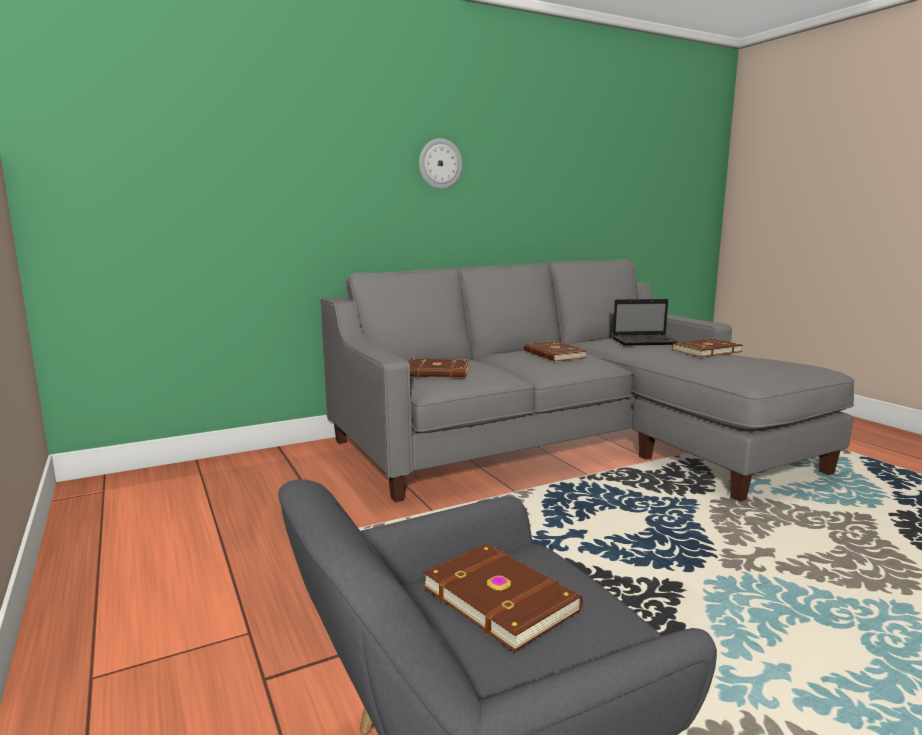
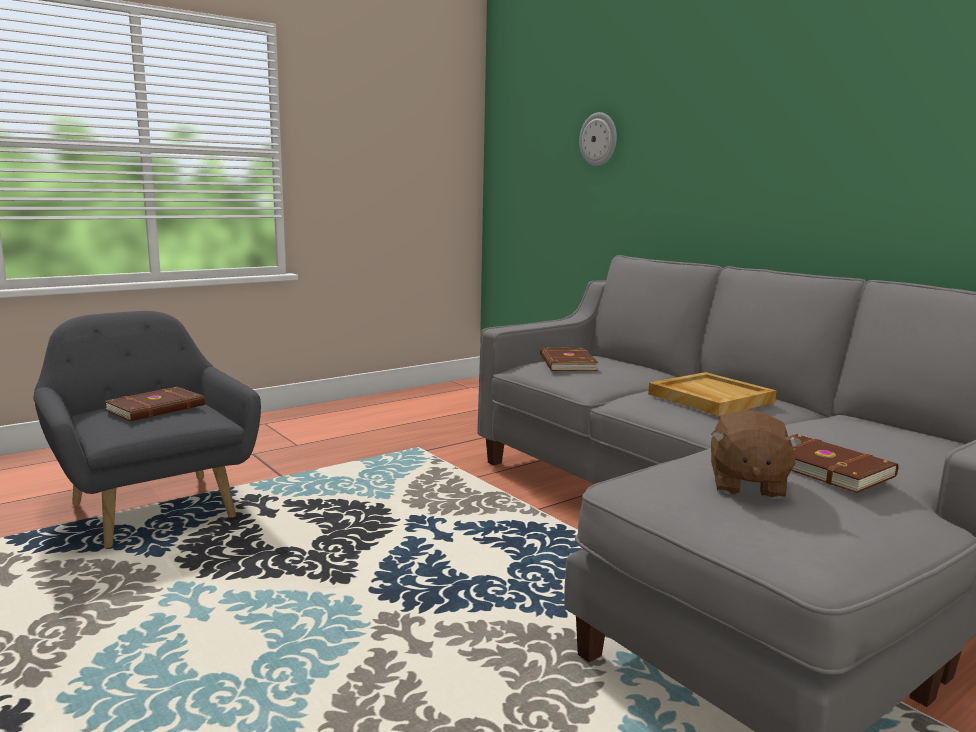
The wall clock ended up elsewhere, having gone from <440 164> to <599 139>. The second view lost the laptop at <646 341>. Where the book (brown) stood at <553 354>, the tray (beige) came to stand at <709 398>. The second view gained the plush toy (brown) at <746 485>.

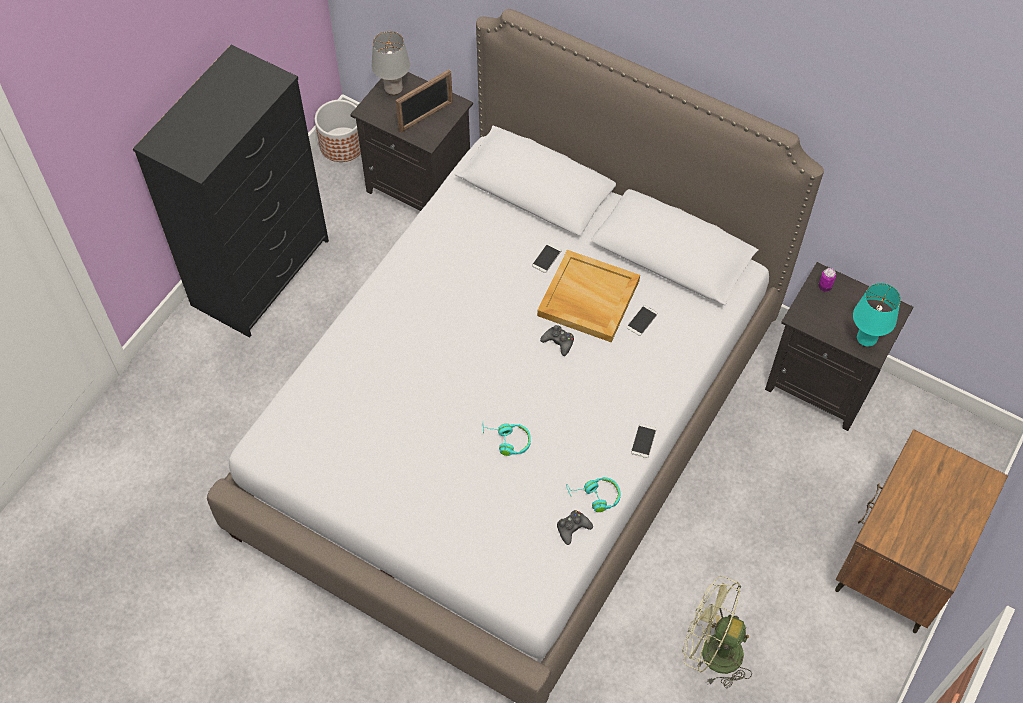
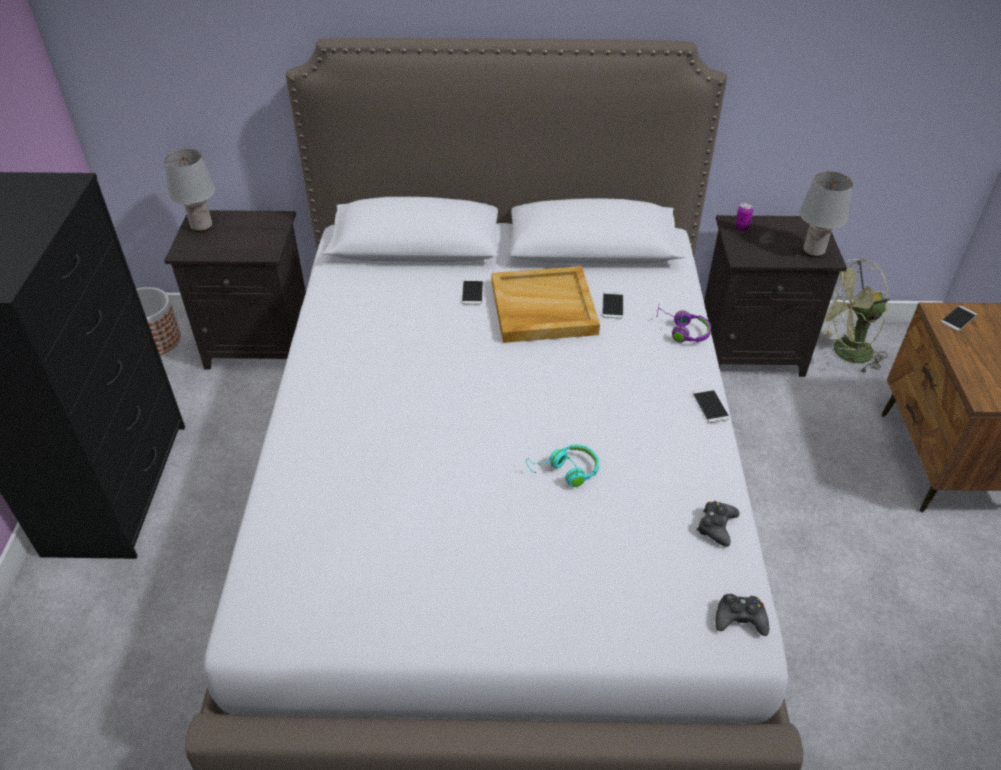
The second view lost the picture frame at <426 116>. What was the table lamp (turquoise) at <866 339> turned into the table lamp (grey) at <813 252>. The game controller (black) ended up elsewhere, having gone from <558 342> to <740 619>. The second view lost the headphones (turquoise) at <595 497>. The fan (green) ended up elsewhere, having gone from <712 651> to <844 353>. The second view gained the headphones (purple) at <681 330>. The second view gained the phone at <958 319>.

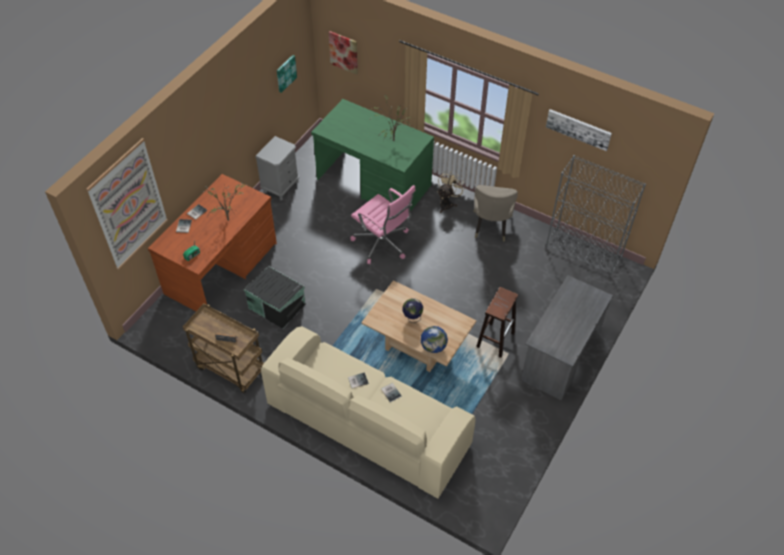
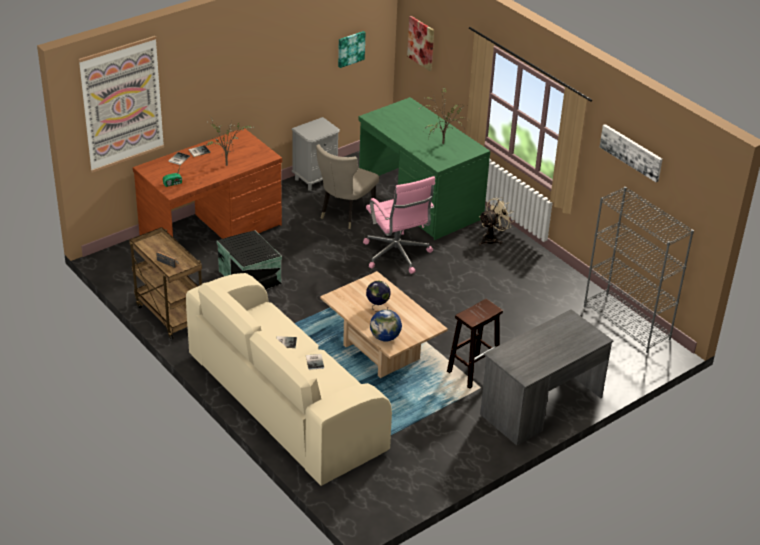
The chair (beige) ended up elsewhere, having gone from <491 227> to <344 214>.

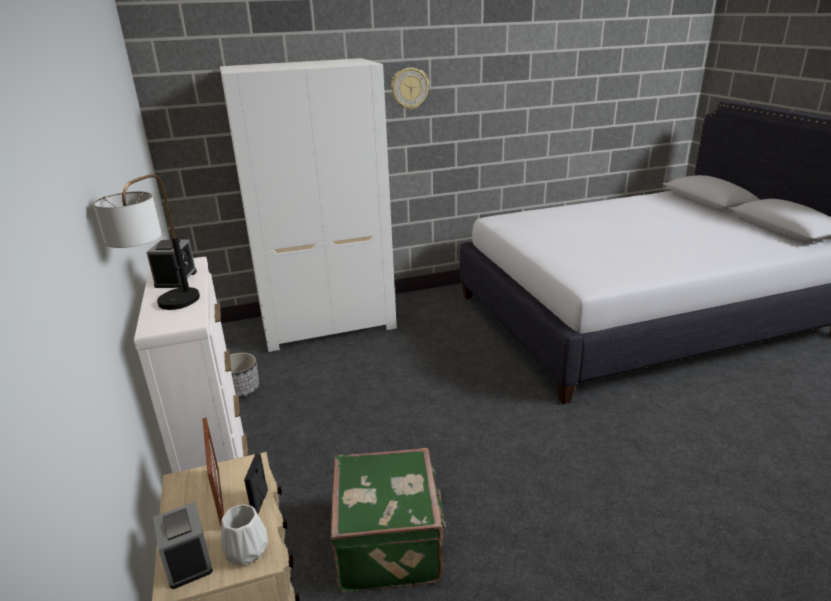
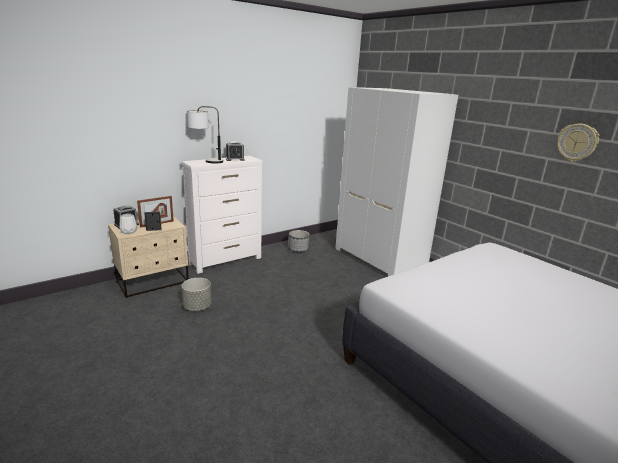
The wall clock ended up elsewhere, having gone from <409 88> to <577 142>. Where the suitcase (green) stood at <390 543>, the planter (grey) came to stand at <197 307>.

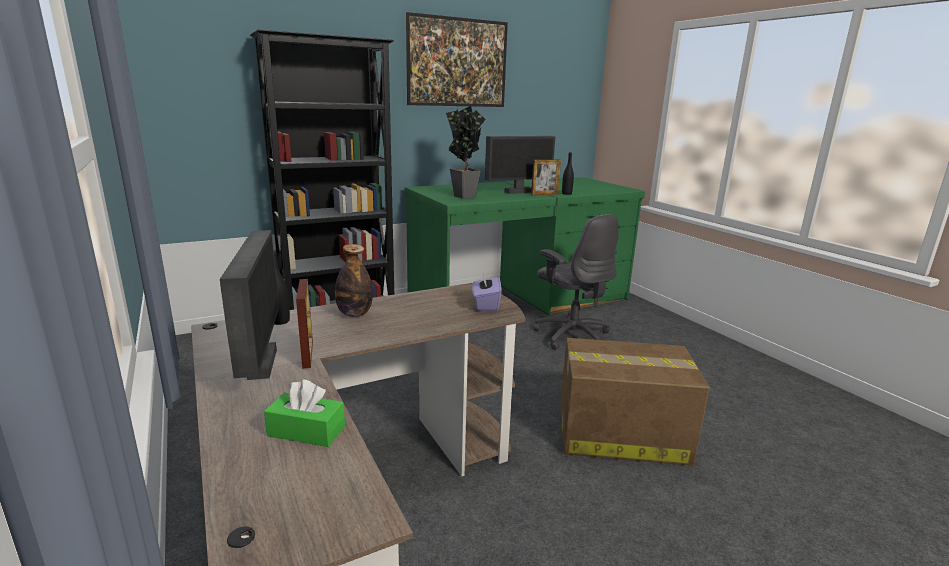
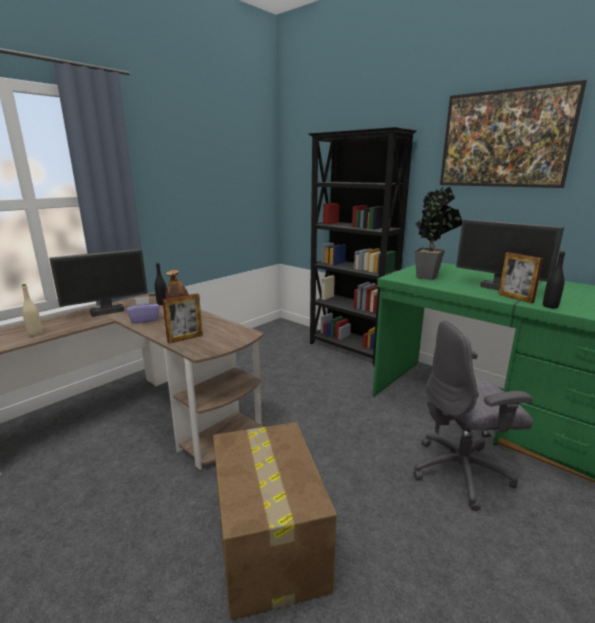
The office chair (grey) at <572 335> ended up facing another way, 45 degrees clockwise from before. The tissue box (purple) ended up elsewhere, having gone from <485 305> to <144 320>. The picture frame ended up elsewhere, having gone from <307 355> to <185 338>. Where the tissue box (green) stood at <306 431>, the bottle (beige) came to stand at <35 333>.

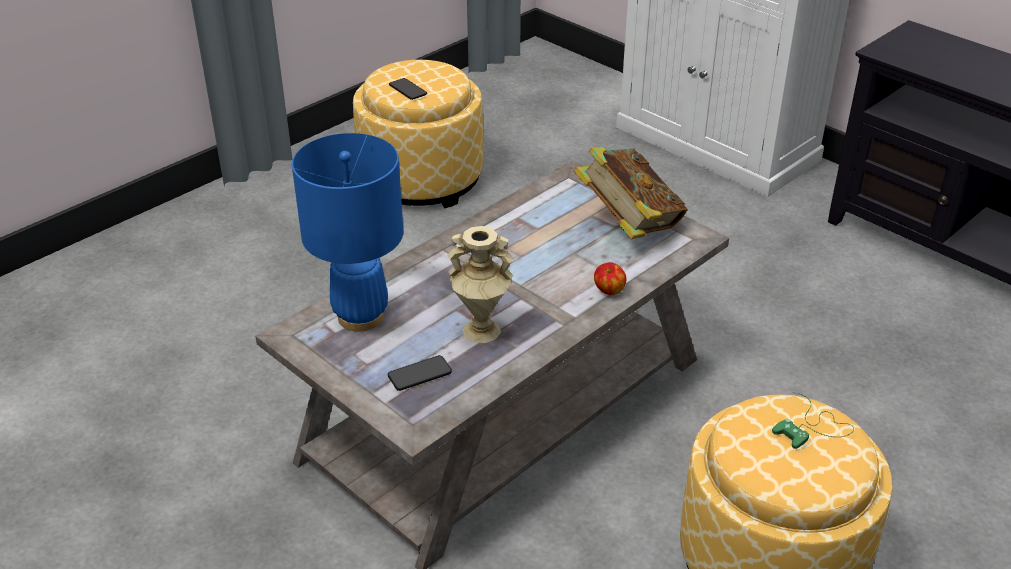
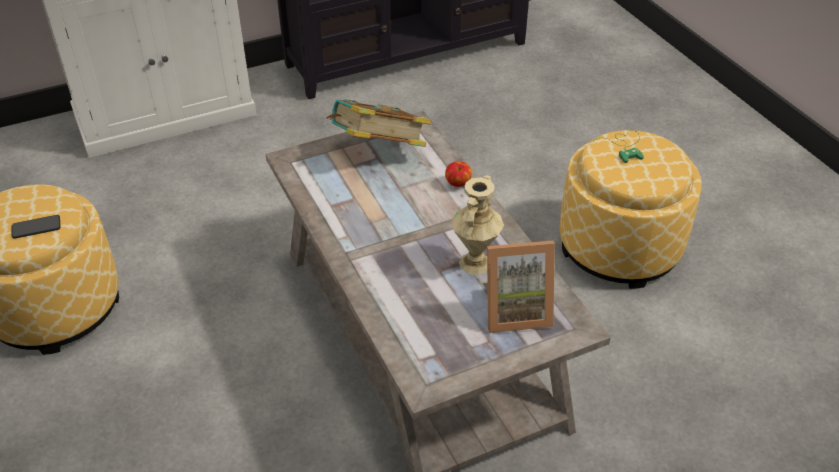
The second view lost the table lamp (blue) at <360 317>. Where the phone stood at <419 374>, the picture frame came to stand at <515 311>.

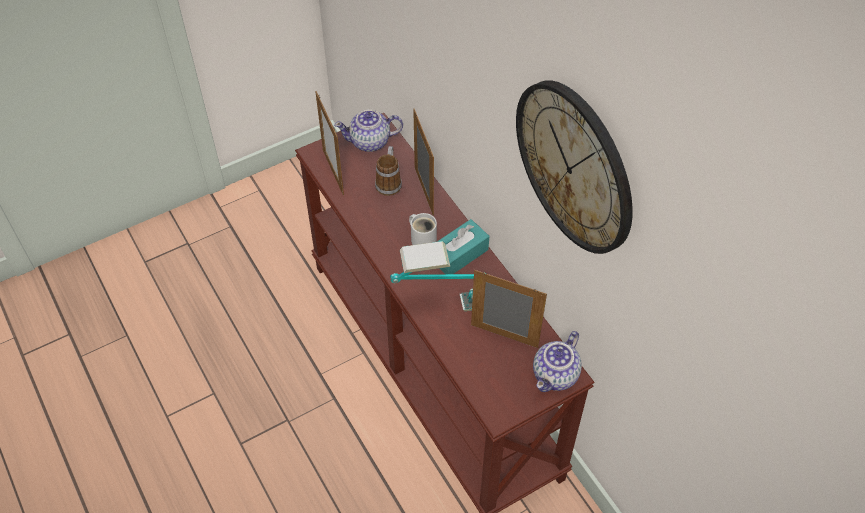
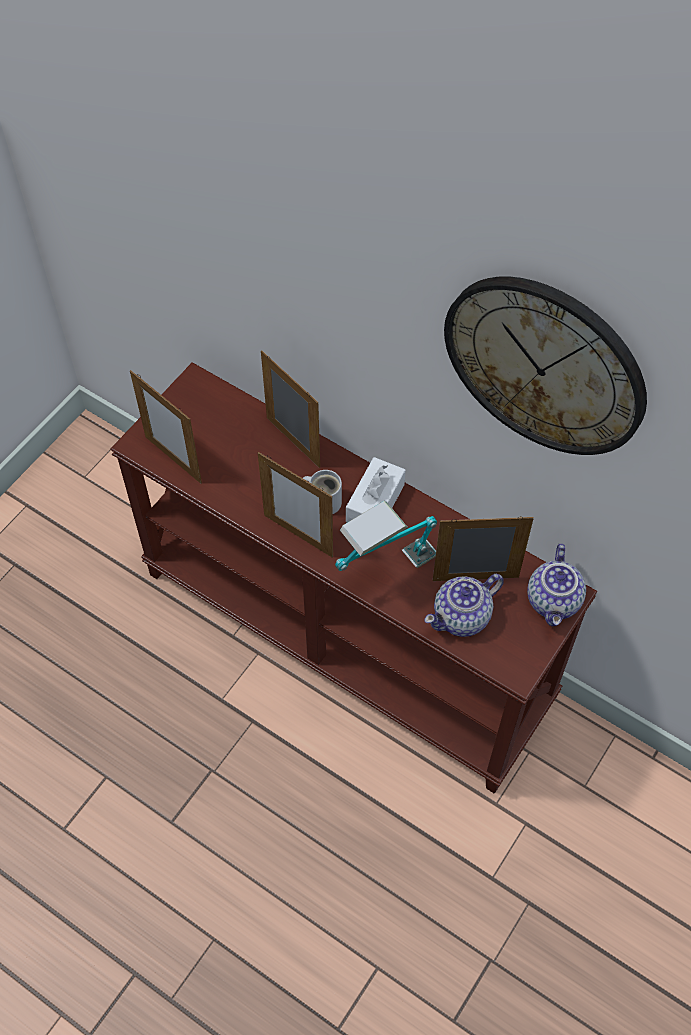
The teapot ended up elsewhere, having gone from <370 142> to <462 616>. The second view lost the mug at <389 182>. What was the tissue box (turquoise) at <459 254> turned into the tissue box (white) at <375 503>. The second view gained the picture frame at <298 535>.

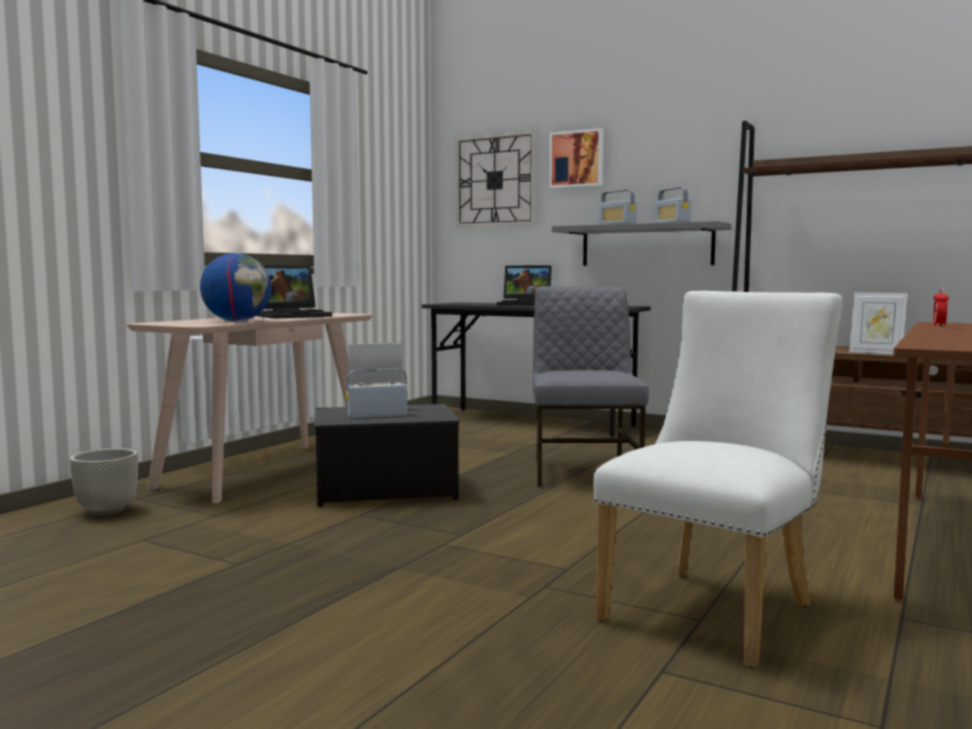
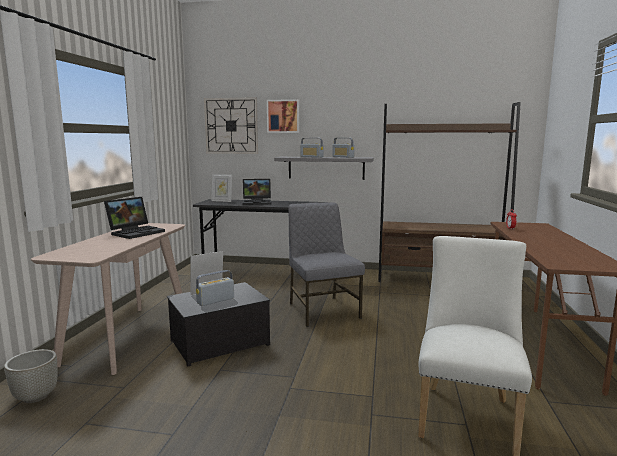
The second view lost the globe at <237 321>. The picture frame ended up elsewhere, having gone from <876 353> to <222 201>.

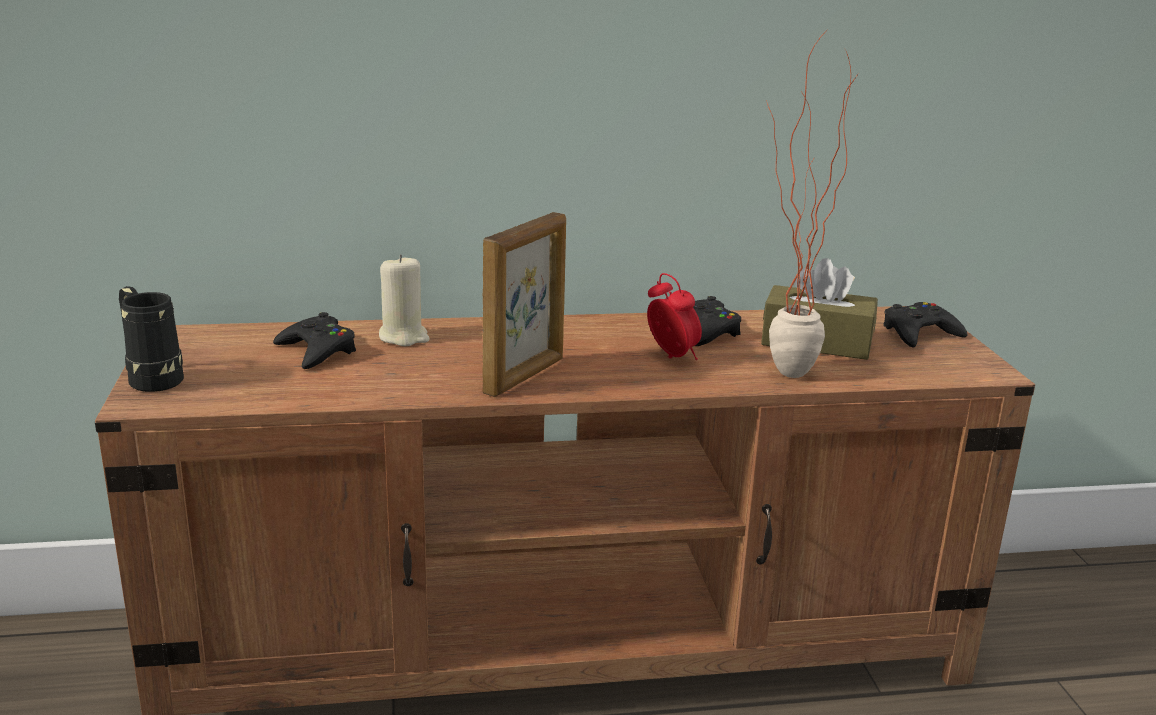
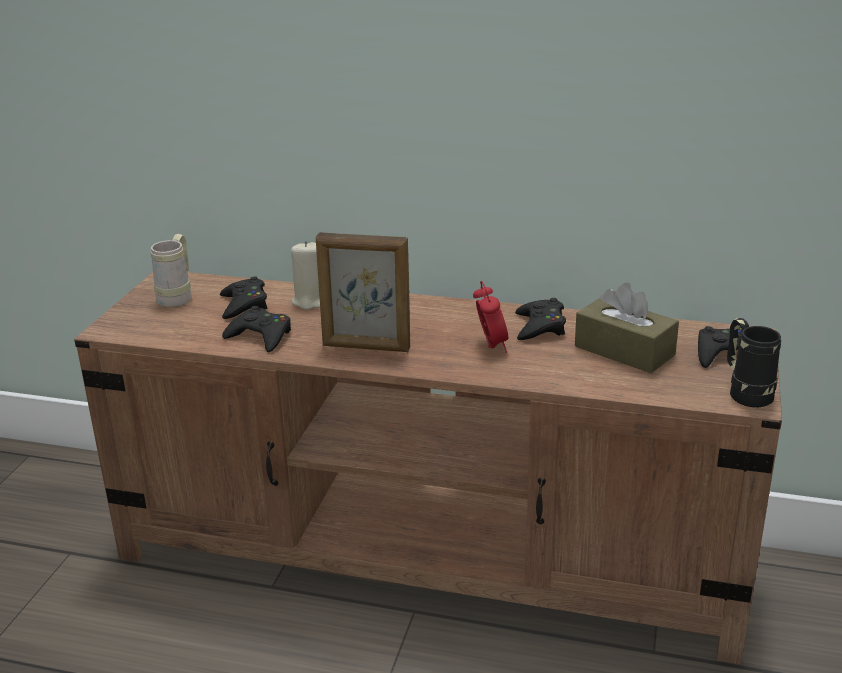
The second view lost the potted plant at <779 377>. The picture frame at <525 376> ended up facing another way, 45 degrees clockwise from before. The mug (black) ended up elsewhere, having gone from <151 378> to <746 392>. The second view gained the mug (beige) at <178 296>. The second view gained the game controller (black) at <261 336>.

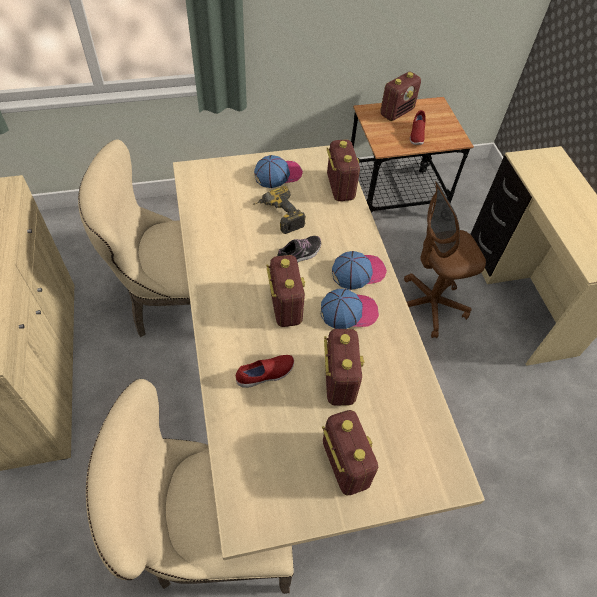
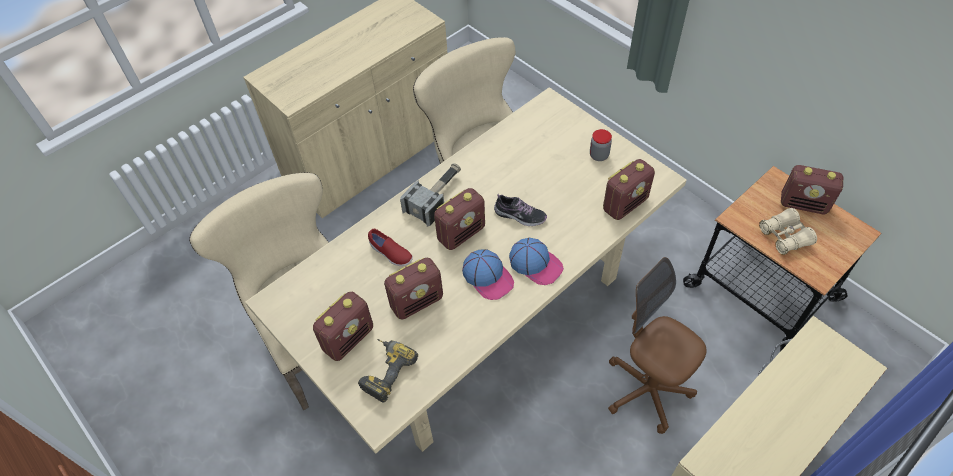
Where the shoe (red) stood at <416 135>, the binoculars (beige) came to stand at <785 236>. Where the cap stood at <278 174>, the jar came to stand at <599 155>. The power drill ended up elsewhere, having gone from <278 216> to <384 370>. The second view gained the hammer at <436 196>.

